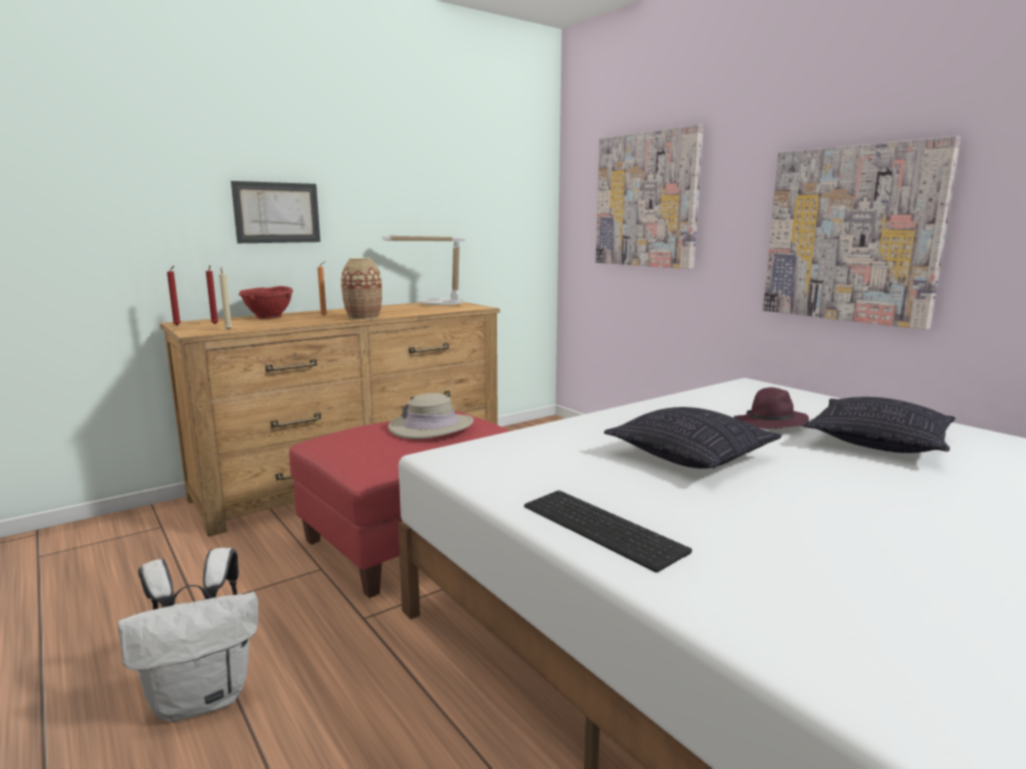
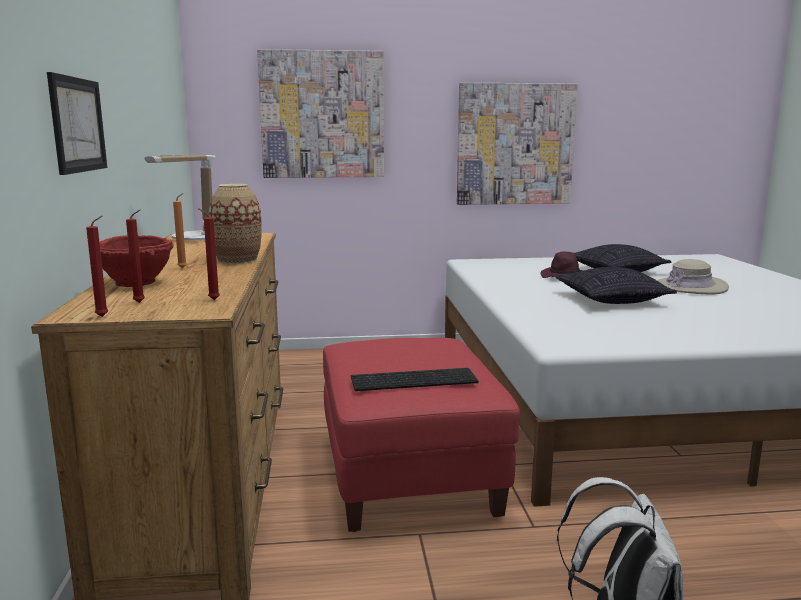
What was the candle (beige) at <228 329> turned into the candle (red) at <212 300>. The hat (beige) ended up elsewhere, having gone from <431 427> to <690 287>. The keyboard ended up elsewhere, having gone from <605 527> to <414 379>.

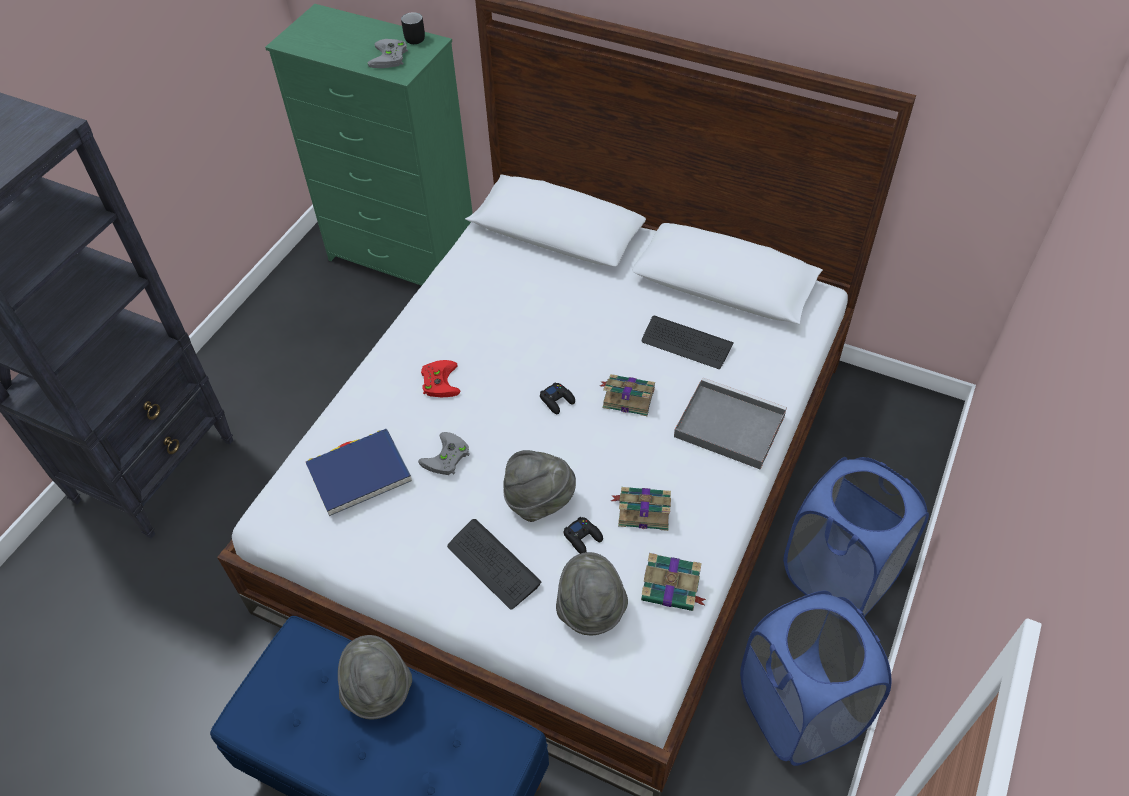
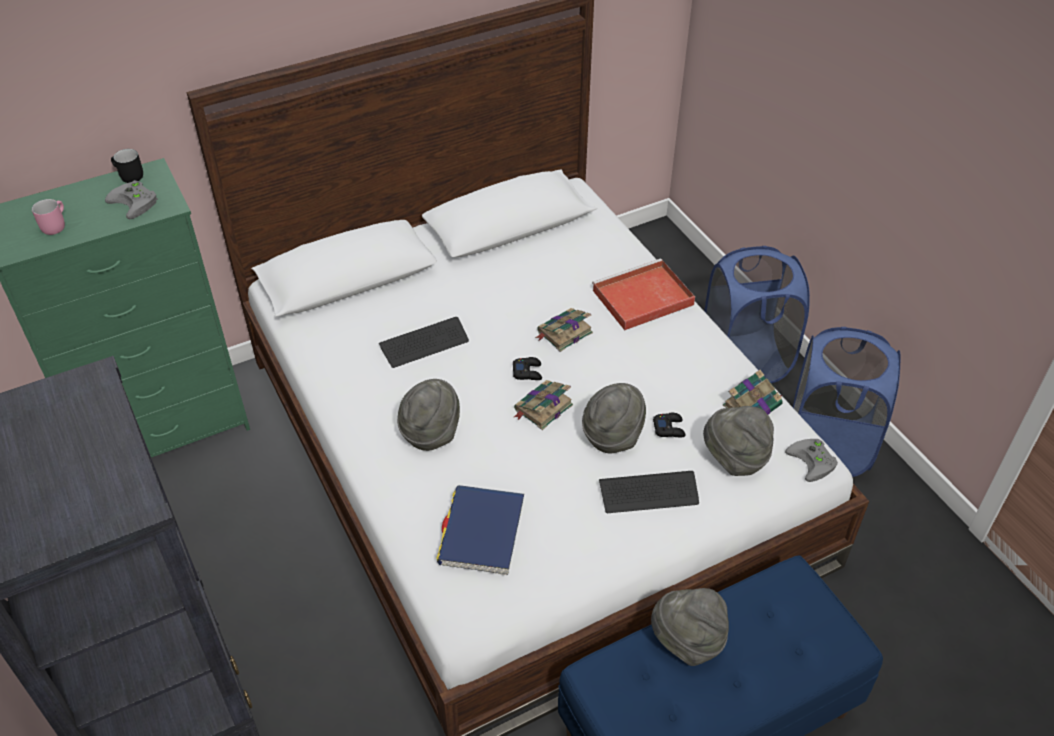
The keyboard ended up elsewhere, having gone from <686 343> to <424 343>. Where the game controller (red) stood at <438 381>, the hat (grey) came to stand at <430 431>. What was the tray (grey) at <727 426> turned into the tray (red) at <641 298>. The game controller (grey) ended up elsewhere, having gone from <446 458> to <814 462>. The book ended up elsewhere, having gone from <642 510> to <542 408>. The second view gained the mug (pink) at <54 225>.

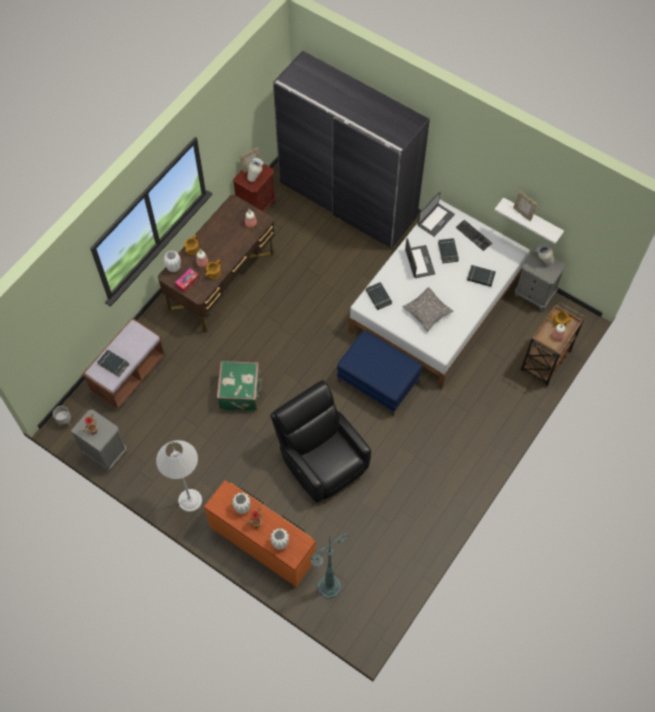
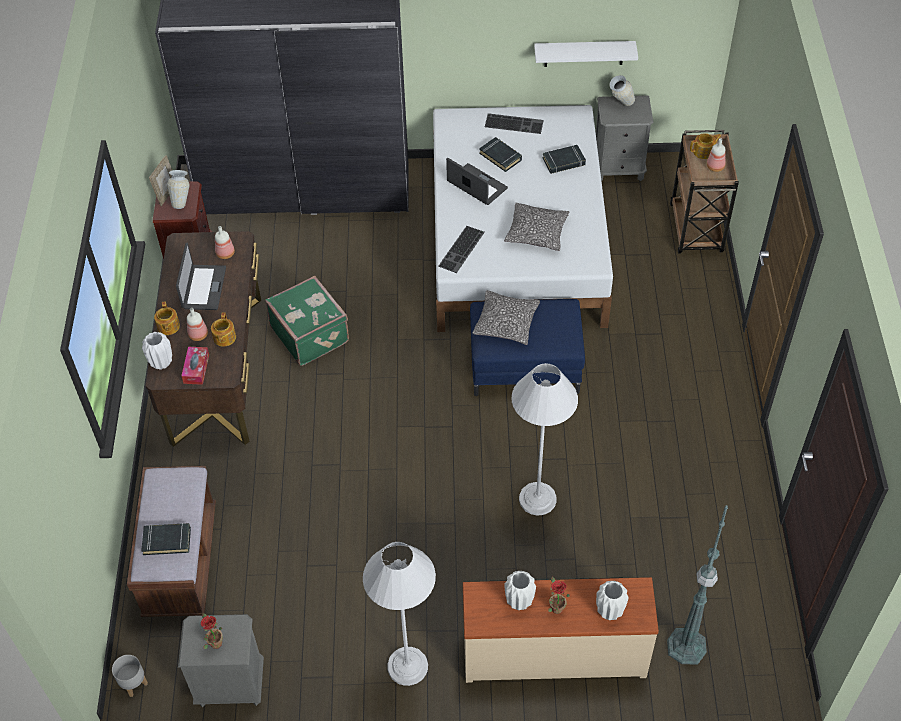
The laptop ended up elsewhere, having gone from <435 219> to <203 288>. The second view lost the picture frame at <523 213>. Where the book (black) stood at <378 297>, the keyboard came to stand at <462 250>. The suitcase (green) ended up elsewhere, having gone from <241 392> to <311 334>. Where the armchair (black) stood at <322 459>, the floor lamp (white) came to stand at <537 499>. What was the dresser (orange) at <263 543> turned into the dresser (beige) at <554 652>. The second view gained the pillow at <506 323>.

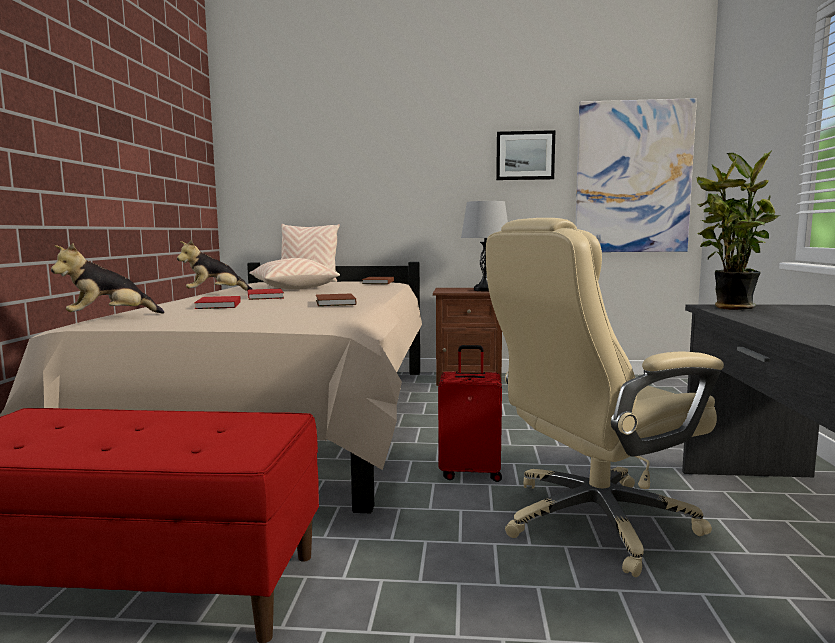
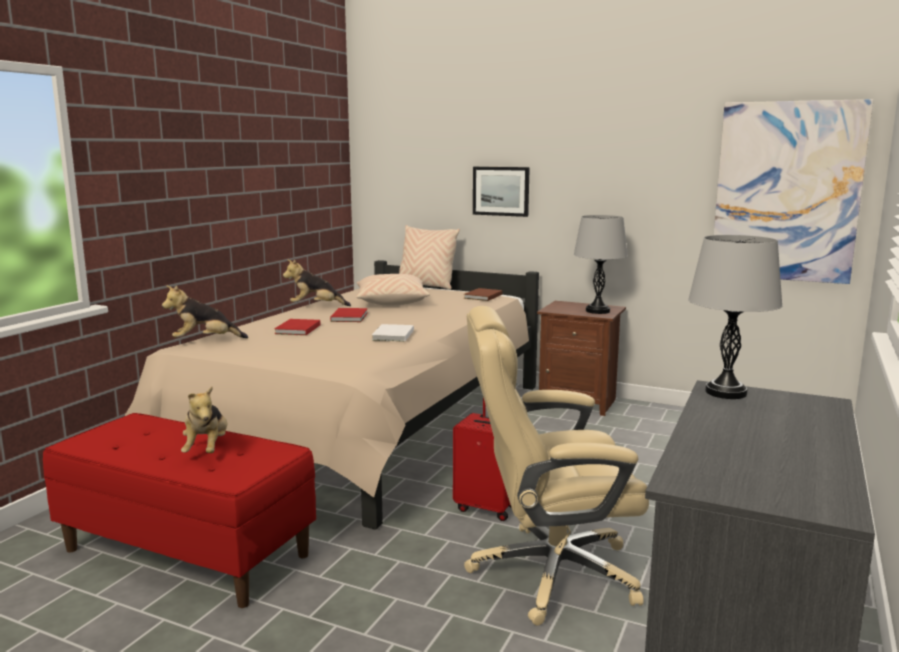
The picture ended up elsewhere, having gone from <525 155> to <501 191>. Where the potted plant stood at <729 307>, the table lamp (grey) came to stand at <726 392>. What was the book (brown) at <334 302> turned into the book (white) at <392 335>. The second view gained the plush toy at <207 449>.

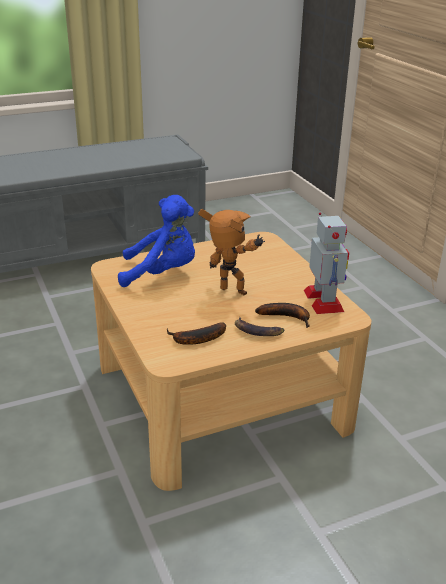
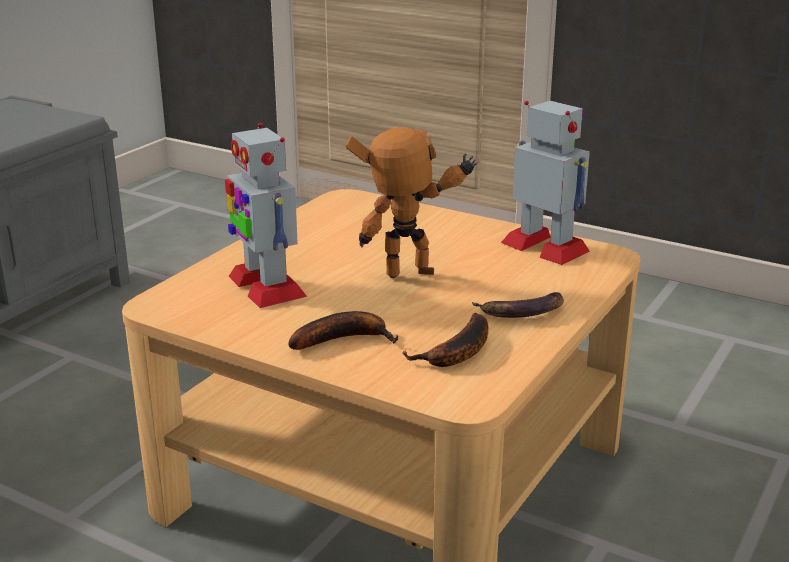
Where the plush toy (blue) stood at <162 273>, the toy robot came to stand at <266 286>. The banana ended up elsewhere, having gone from <287 317> to <344 339>.

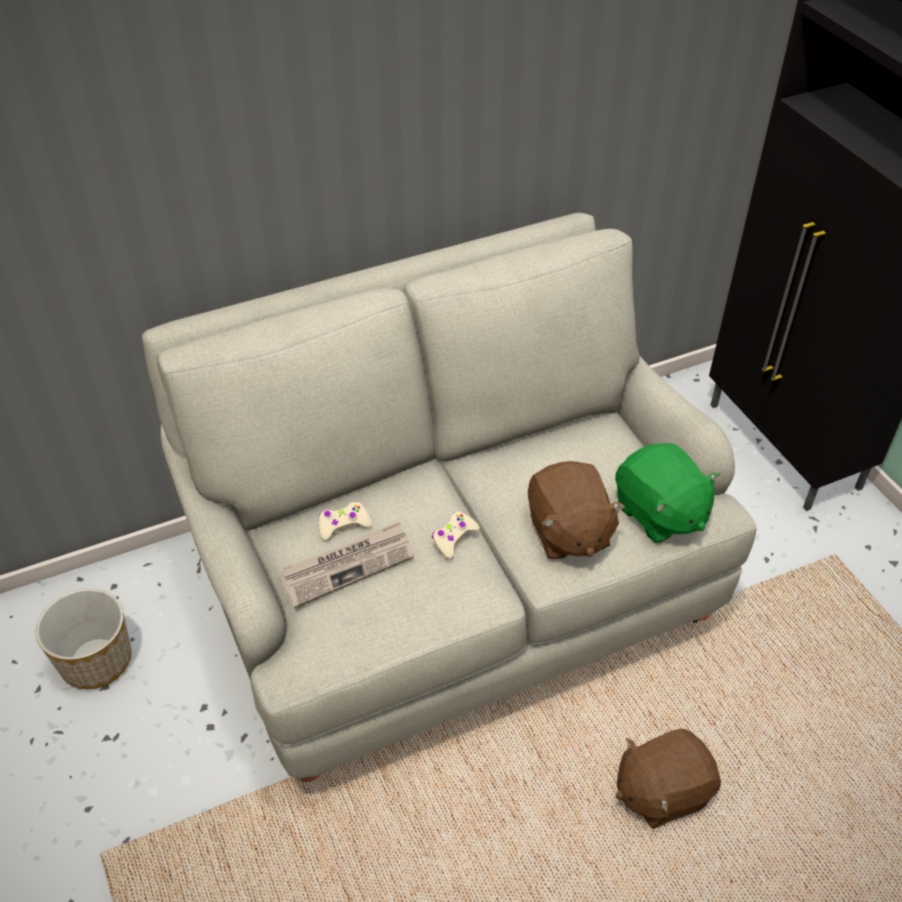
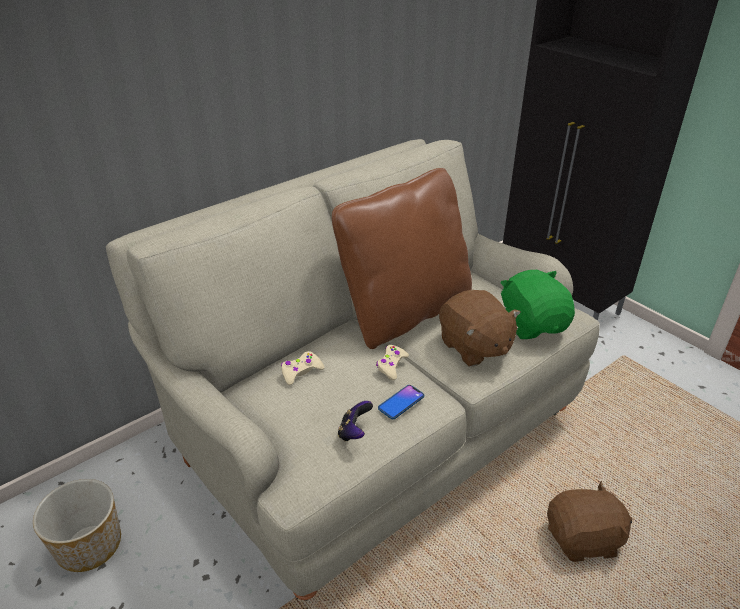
The plush toy (green) at <659 513> ended up facing another way, 150 degrees counterclockwise from before. The second view lost the newspaper at <347 566>. The plush toy (brown) at <661 791> ended up facing another way, 150 degrees counterclockwise from before. The second view gained the pillow (brown) at <405 312>. The second view gained the phone at <401 402>. The second view gained the game controller at <354 432>.

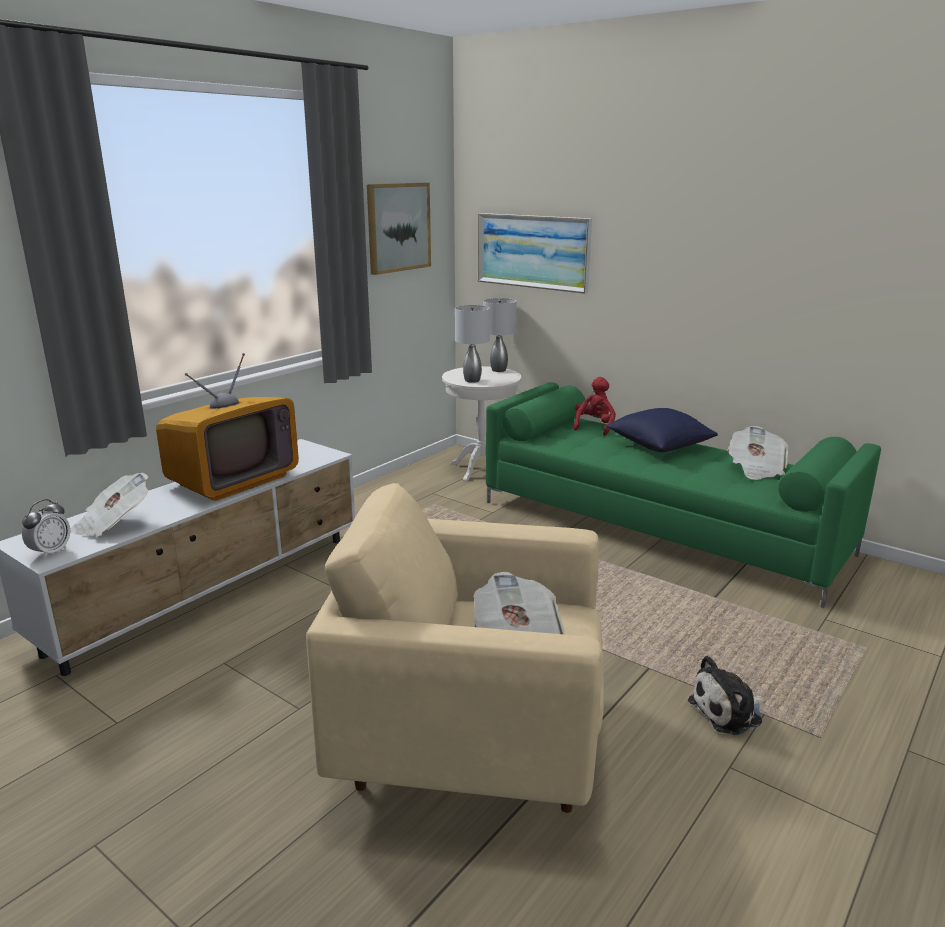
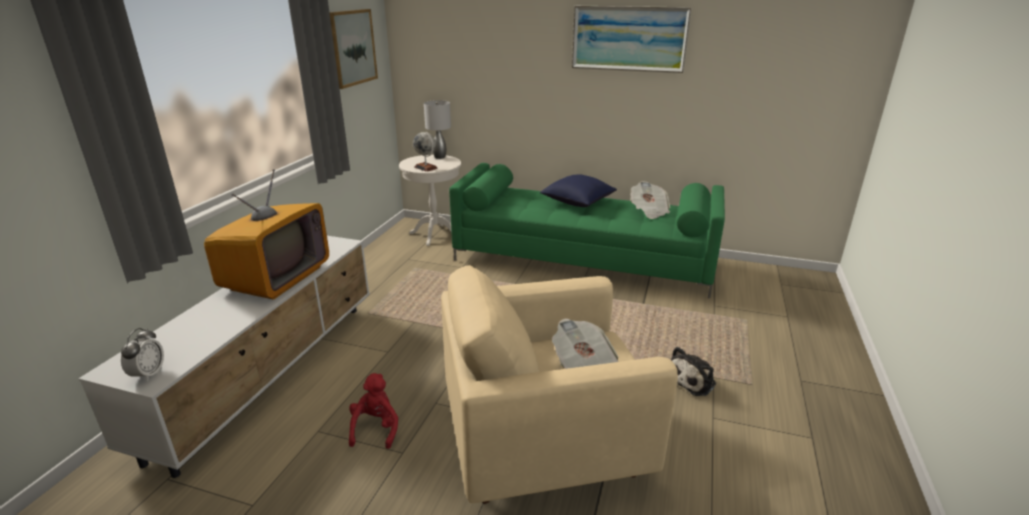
The picture ended up elsewhere, having gone from <533 251> to <629 38>. Where the table lamp (grey) stood at <472 380>, the globe came to stand at <426 167>. The plush toy (red) ended up elsewhere, having gone from <594 427> to <376 429>. The second view lost the newspaper at <113 524>.

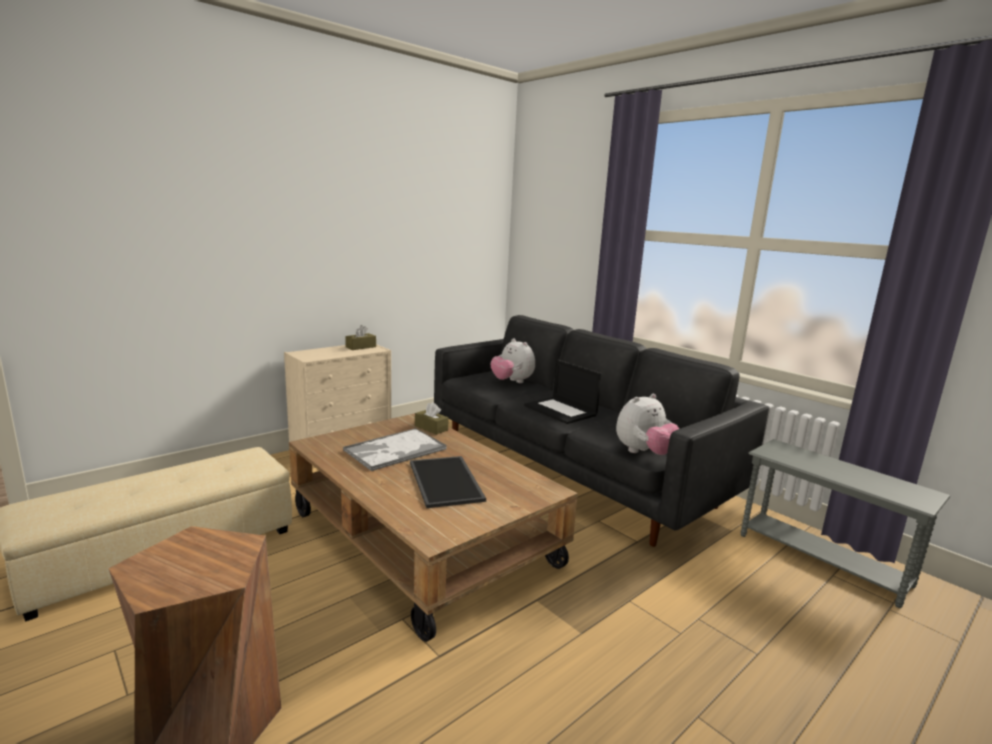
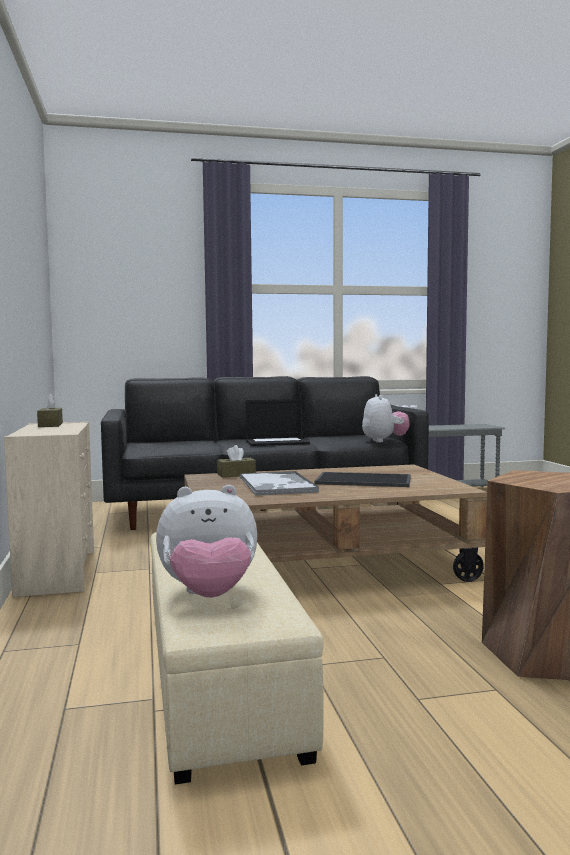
The plush toy ended up elsewhere, having gone from <512 382> to <209 595>.

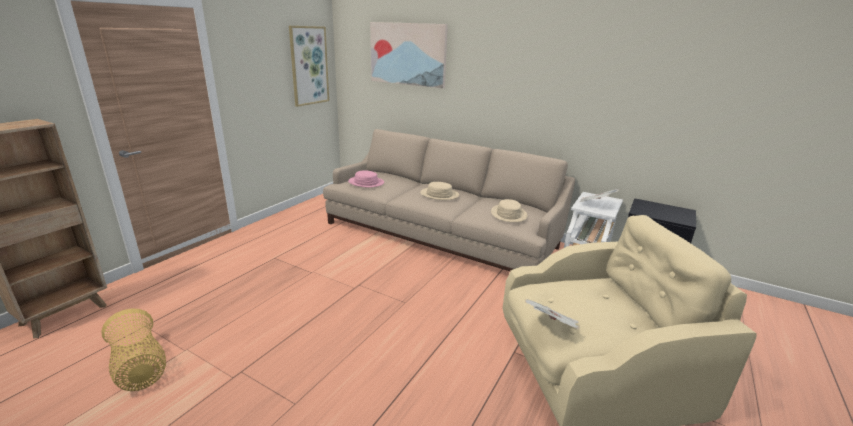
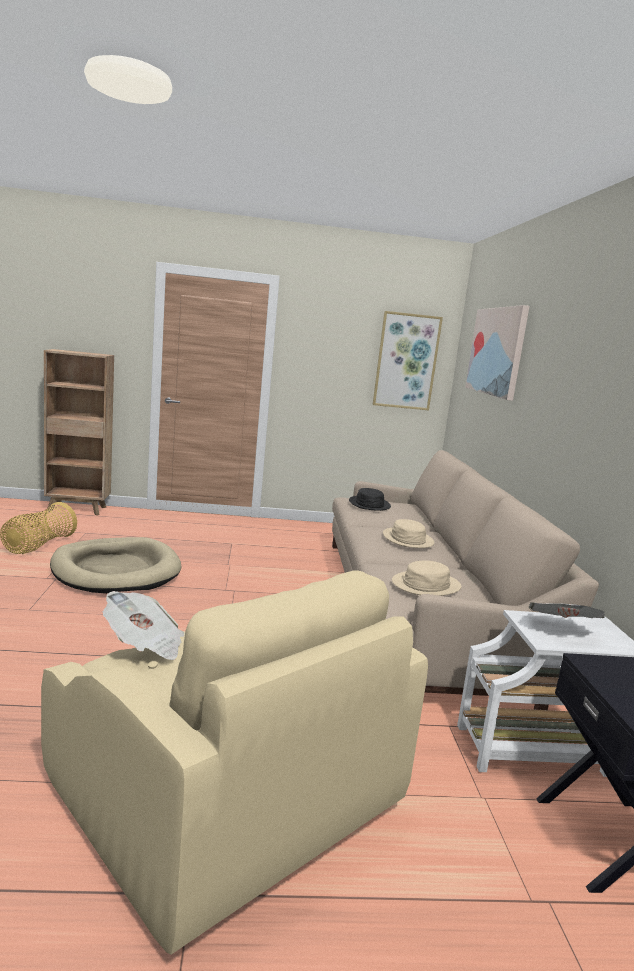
What was the hat (pink) at <366 182> turned into the hat (black) at <369 504>. The second view gained the dog bed (beige) at <116 570>.

